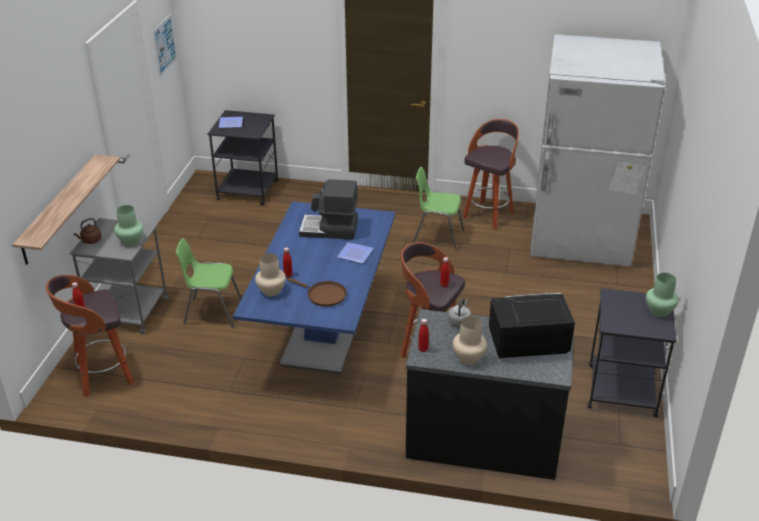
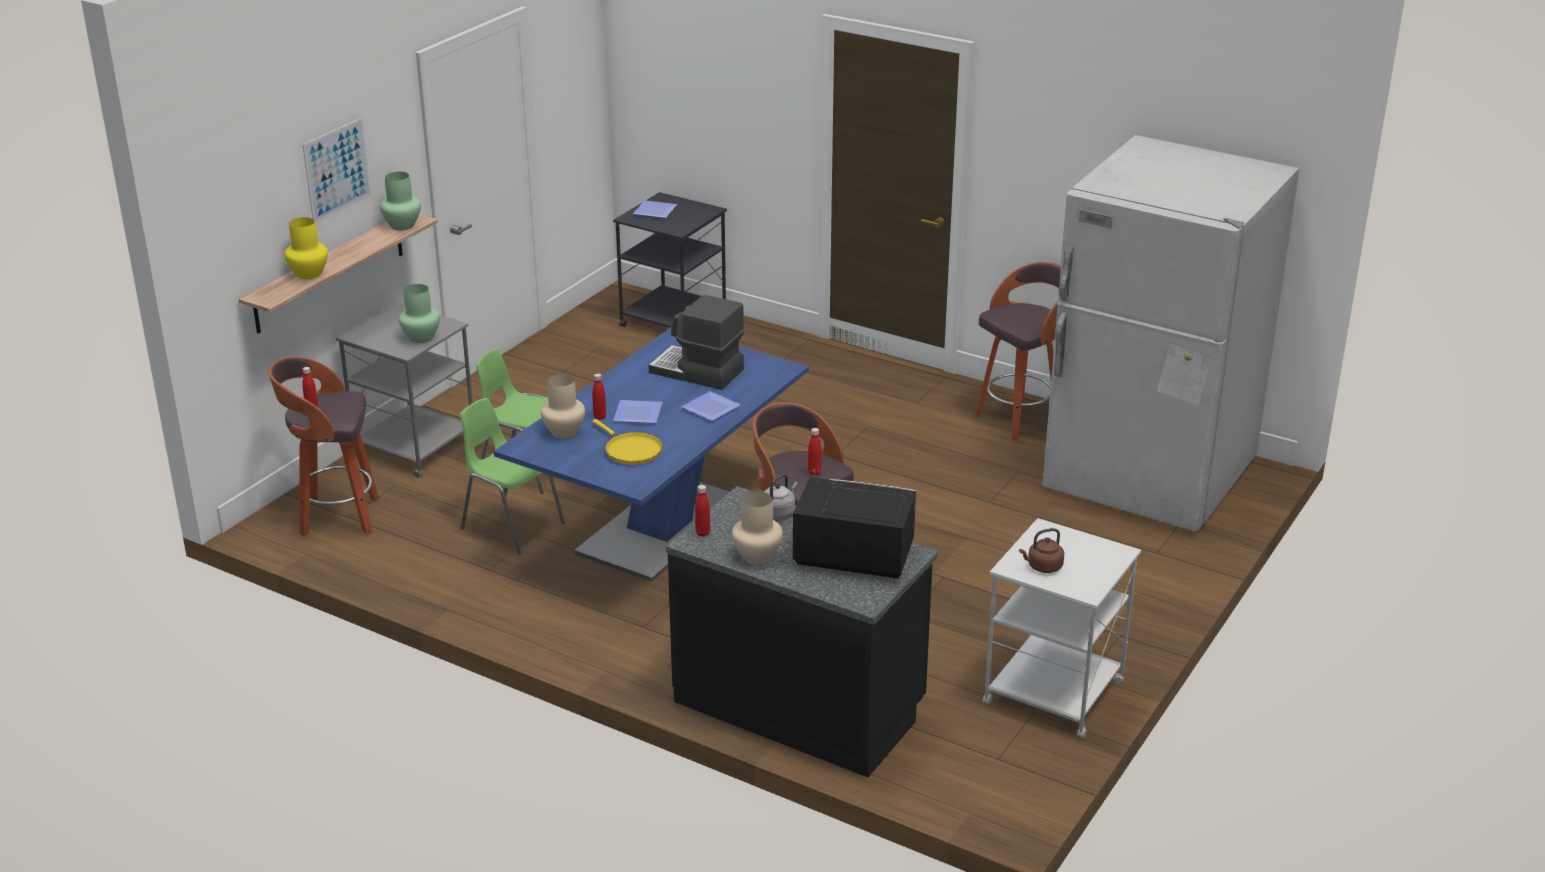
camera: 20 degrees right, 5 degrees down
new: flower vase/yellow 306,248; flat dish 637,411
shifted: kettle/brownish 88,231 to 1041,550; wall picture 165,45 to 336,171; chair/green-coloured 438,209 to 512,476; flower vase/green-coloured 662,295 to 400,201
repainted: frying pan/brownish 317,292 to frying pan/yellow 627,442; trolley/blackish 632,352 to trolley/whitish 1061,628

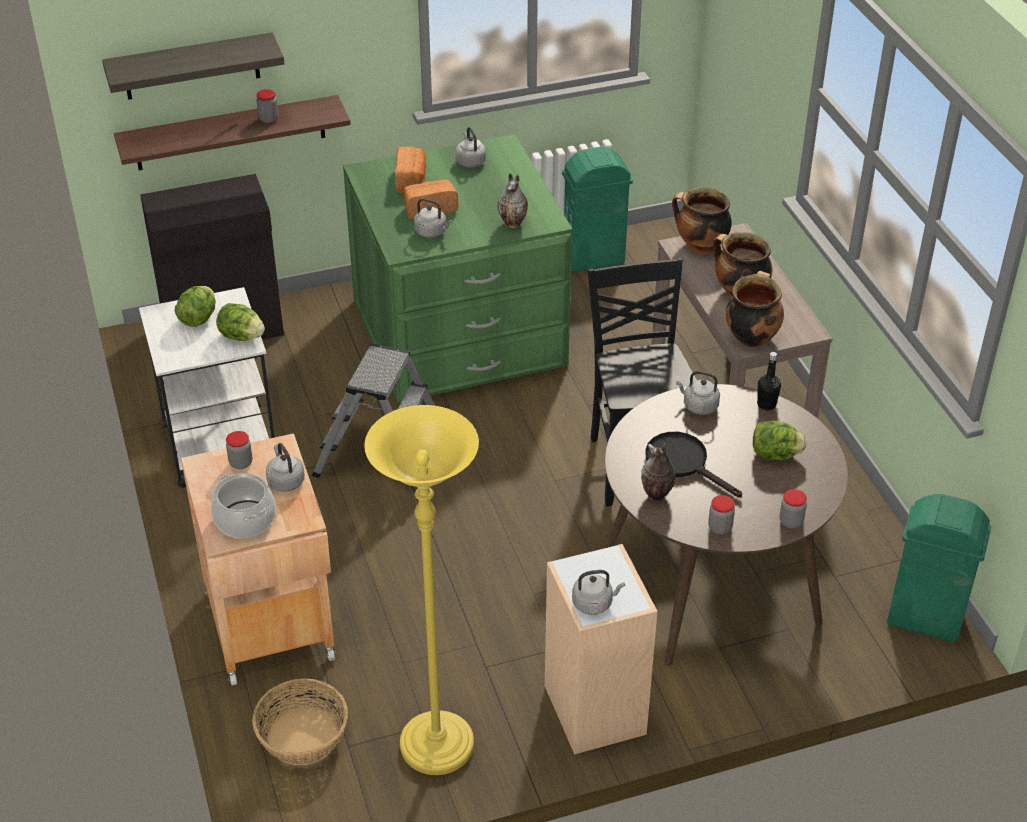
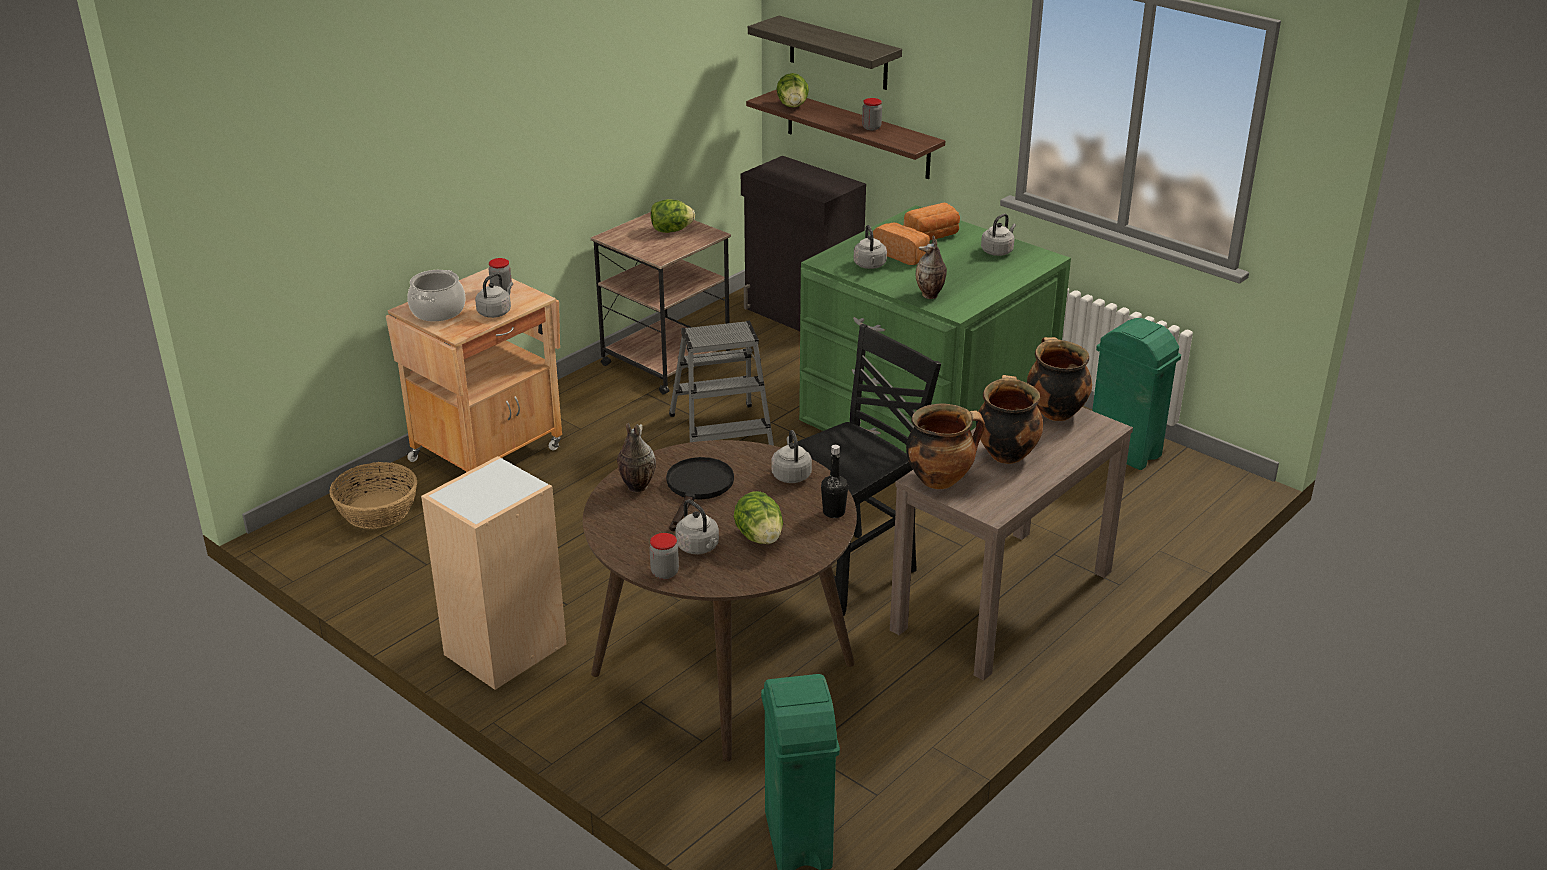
camera: 60 degrees right, 10 degrees down
gone: standing lamp/yellow 421,590; preserve jar 721,514
shifted: lettuce 240,322 to 793,90; kettle/grey 598,592 to 697,527
repainted: trolley/whitish 207,387 to trolley/brownish 661,303

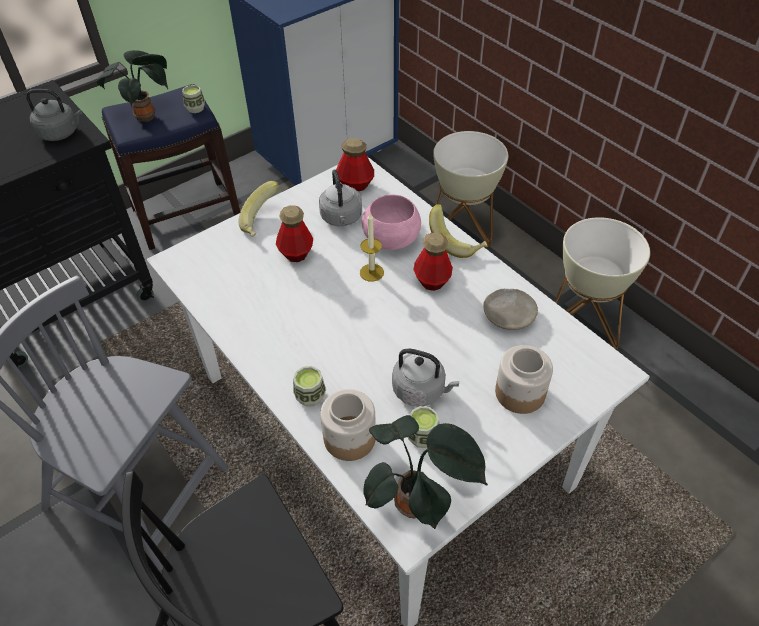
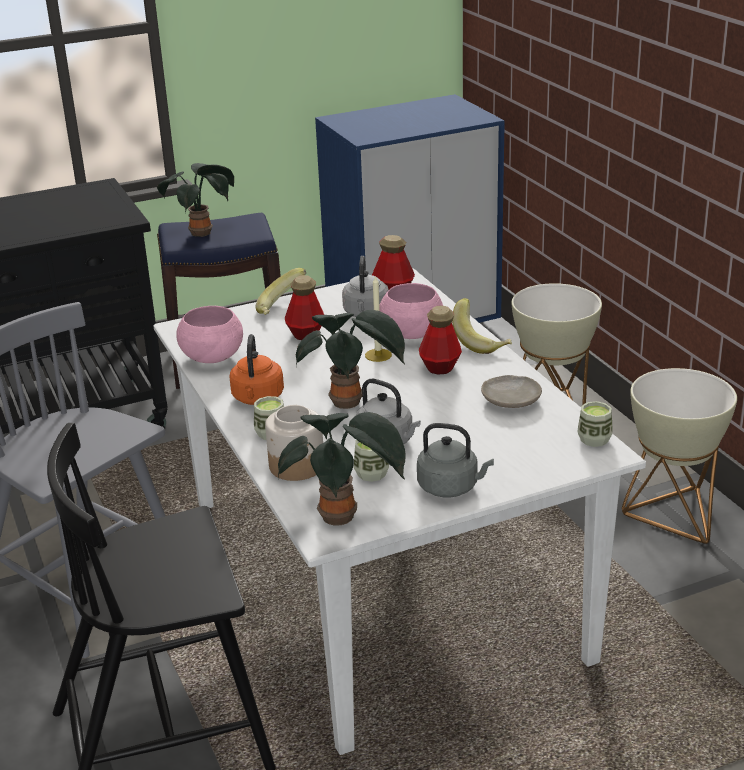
camera: 15 degrees right, 20 degrees down
gone: preserve jar 524,379
new: bowl/pink 209,334; kettle/orange 256,369; plant in a pot 350,359
shifted: kettle/grey 54,115 to 455,460; small cup 193,99 to 595,424

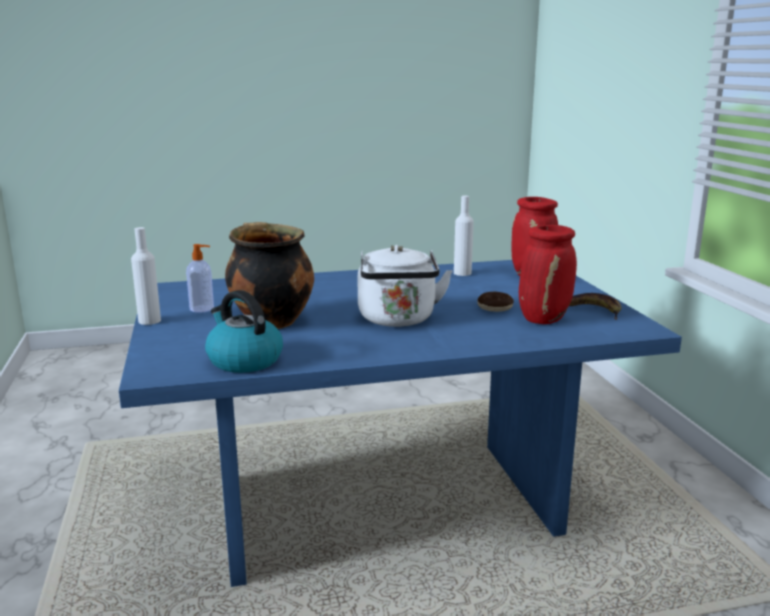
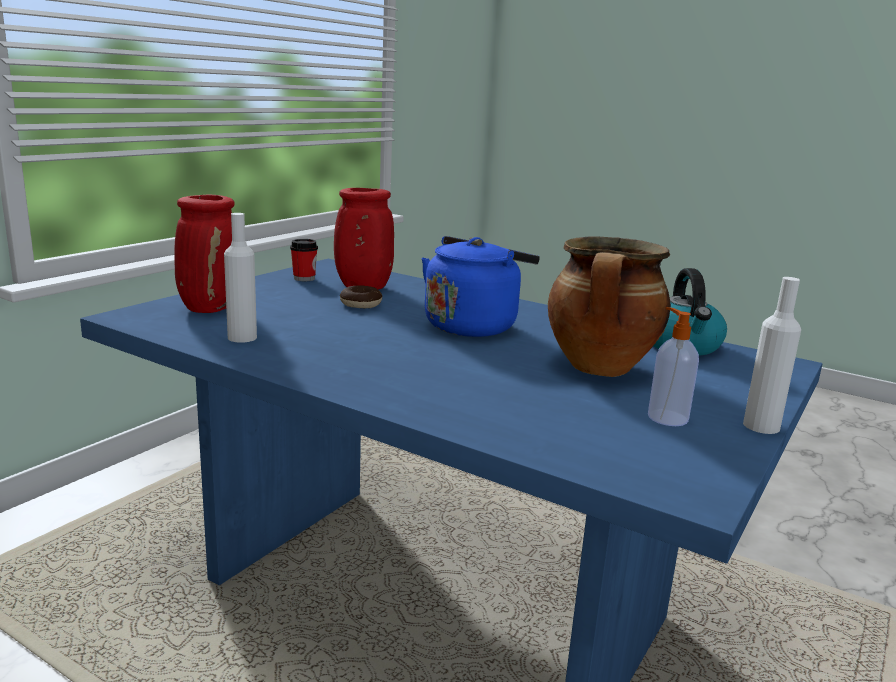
camera: 135 degrees left, 0 degrees up
swapped: whole banana 595,306 to small cup 304,260
repainted: kettle/whitish 404,286 to kettle/bluish 481,286

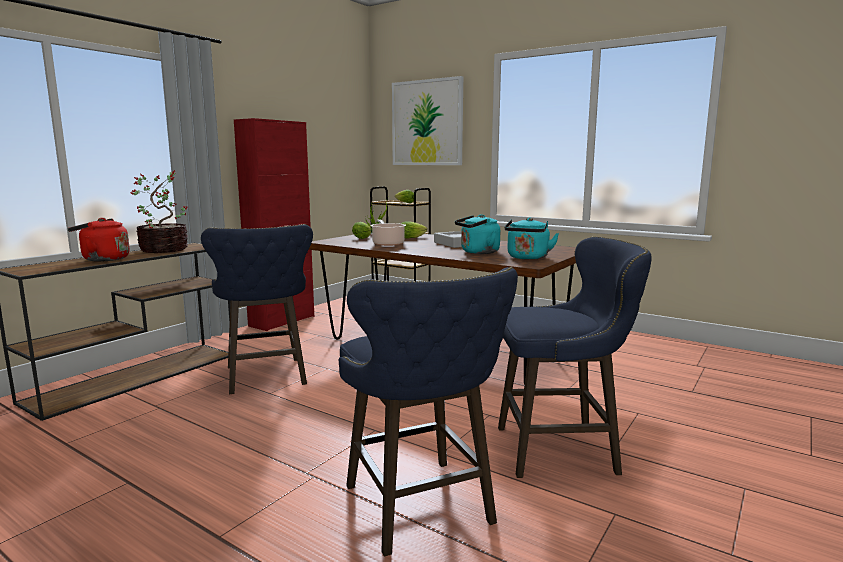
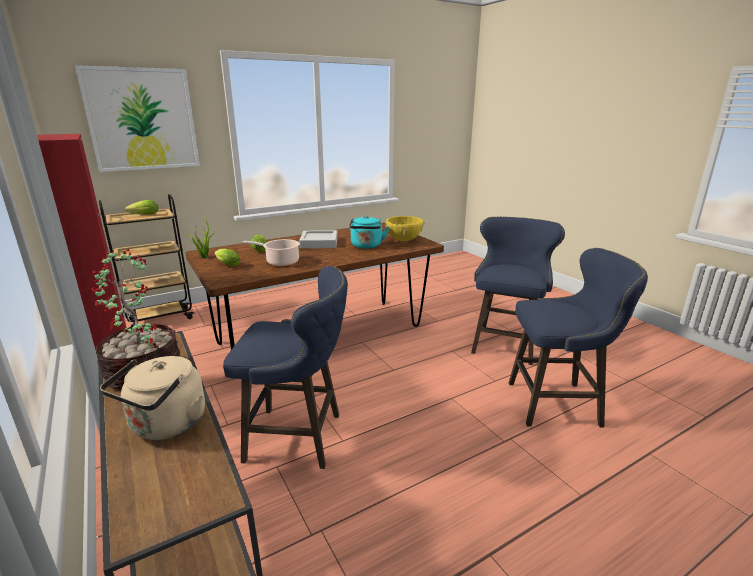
camera: 65 degrees left, 10 degrees up
swapped: kettle/turquoise 531,239 to stockpot/yellow 405,228
repainted: kettle/red 99,240 to kettle/sand-coloured 152,398

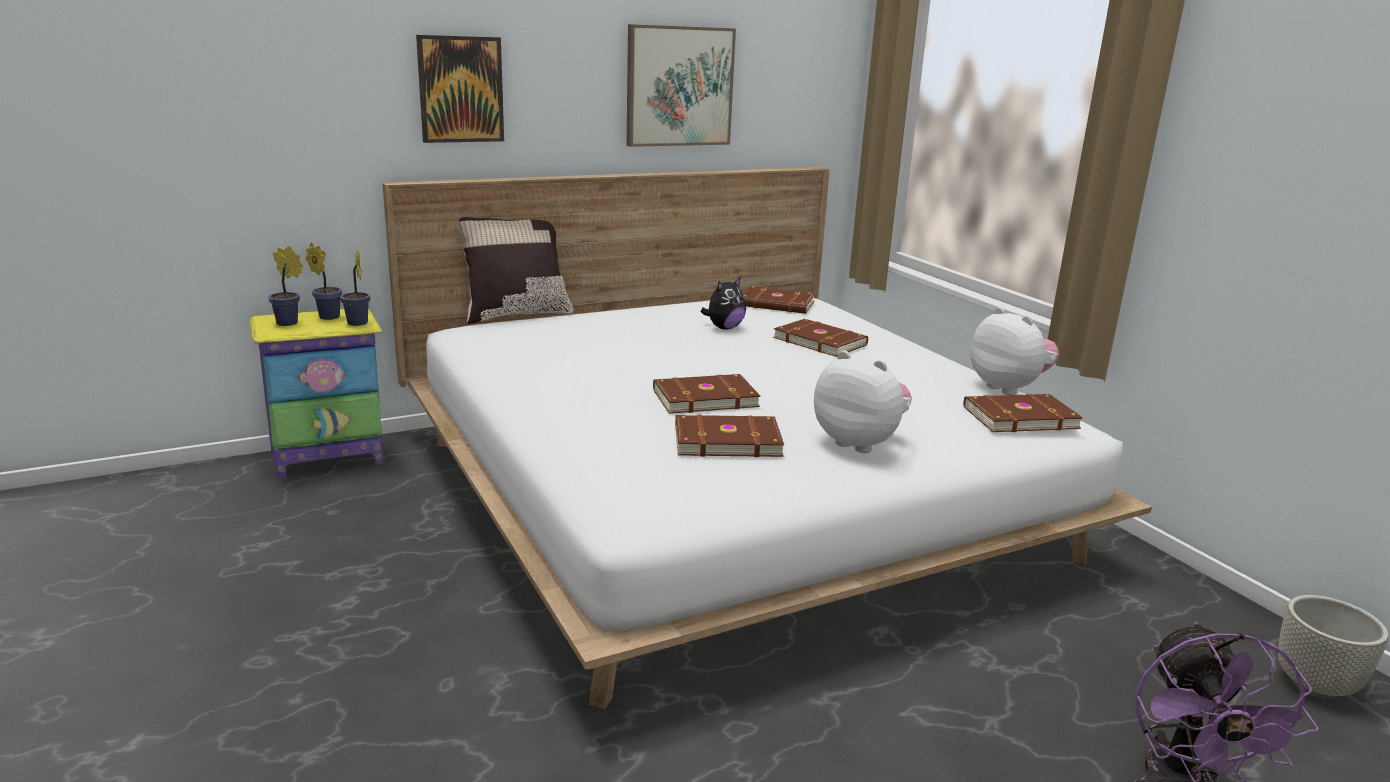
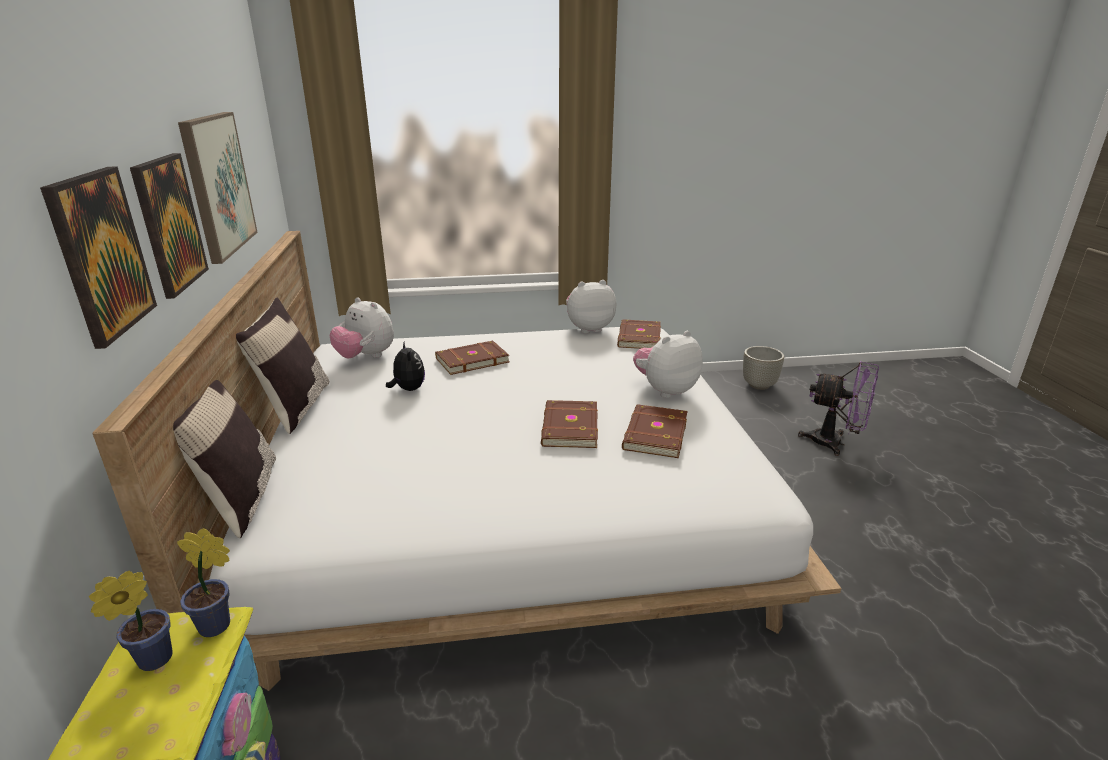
camera: 70 degrees left, 5 degrees up
gone: plant in a pot 285,286
new: wall picture 169,226; pillow 282,365
swapped: volume/brownish 779,300 to soft toy 362,328

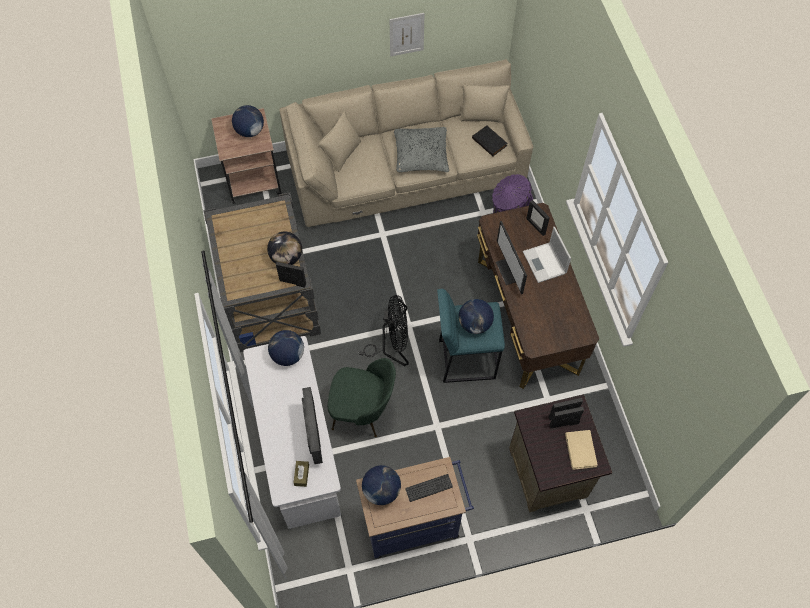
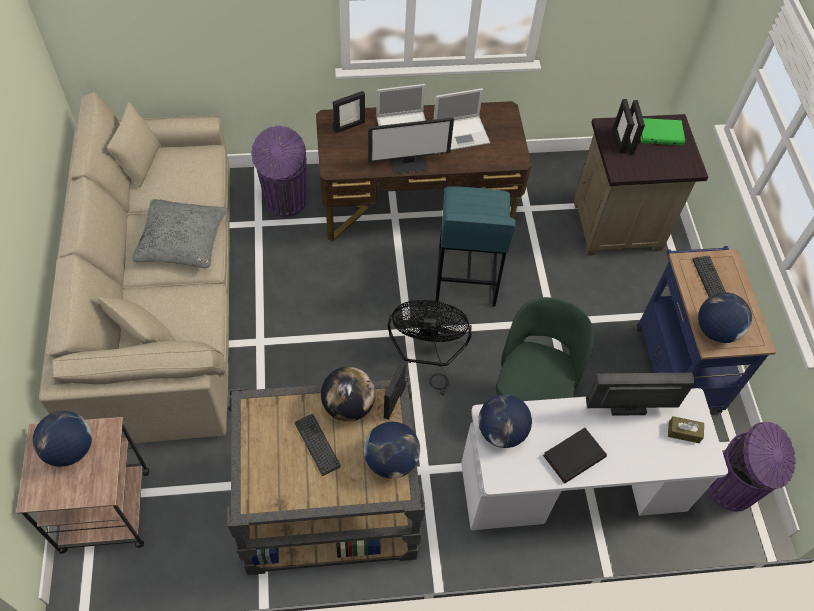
camera: 85 degrees left, 5 degrees down
gone: wall picture 407,34
new: PC keyboard 318,445; laptop 461,119; trash can/purple-coloured 752,466
shifted: globe 476,316 to 392,450; volume/blackish 490,140 to 575,455
repainted: volume/sand-coloured 581,450 to volume/green-coloured 662,131

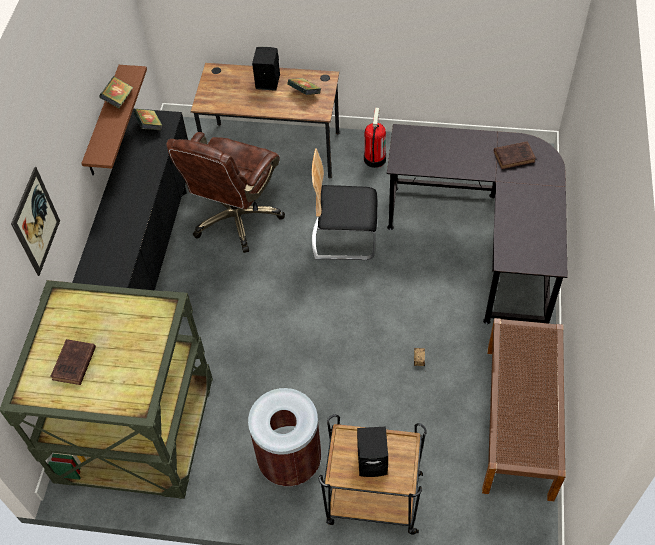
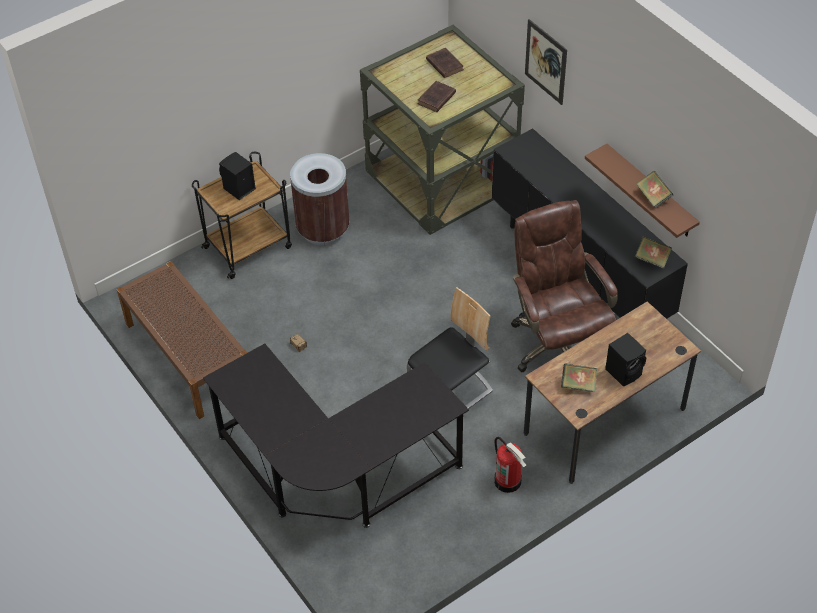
camera: 135 degrees right, 5 degrees down
shifted: volume/brownish 515,155 to 437,96

